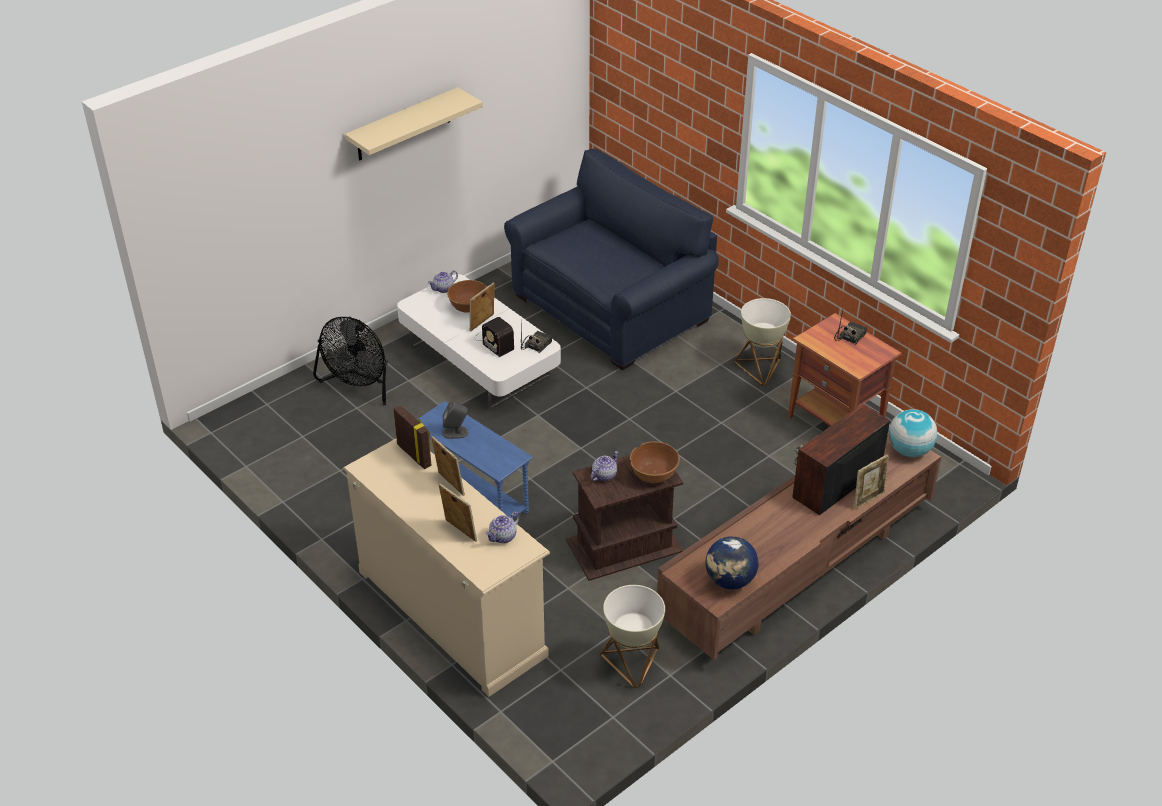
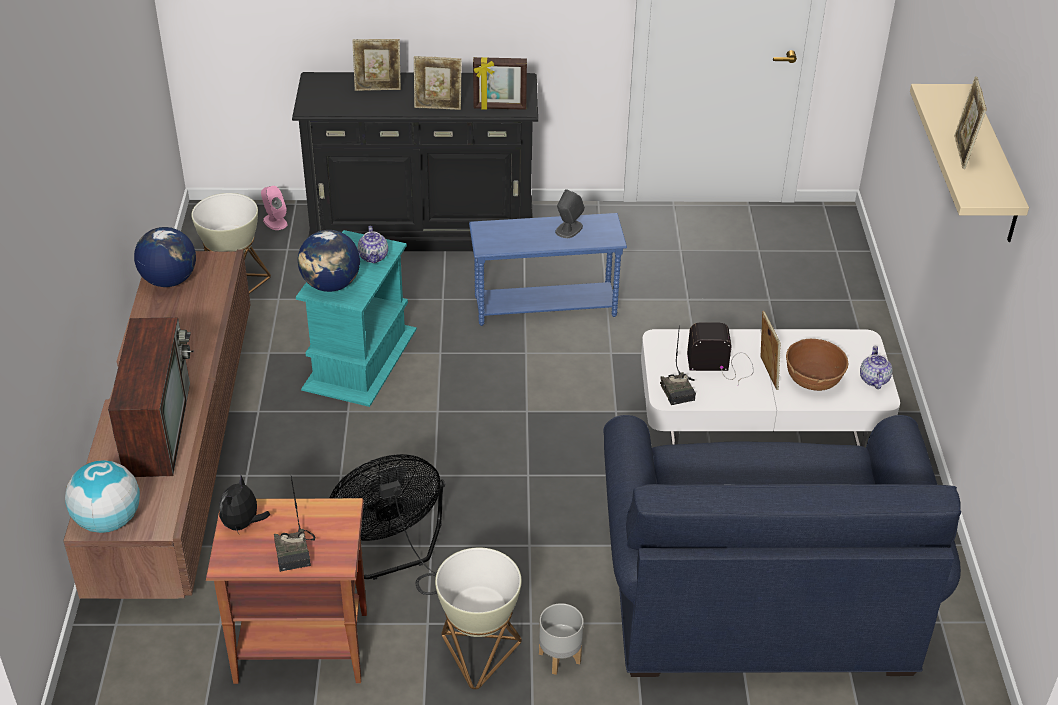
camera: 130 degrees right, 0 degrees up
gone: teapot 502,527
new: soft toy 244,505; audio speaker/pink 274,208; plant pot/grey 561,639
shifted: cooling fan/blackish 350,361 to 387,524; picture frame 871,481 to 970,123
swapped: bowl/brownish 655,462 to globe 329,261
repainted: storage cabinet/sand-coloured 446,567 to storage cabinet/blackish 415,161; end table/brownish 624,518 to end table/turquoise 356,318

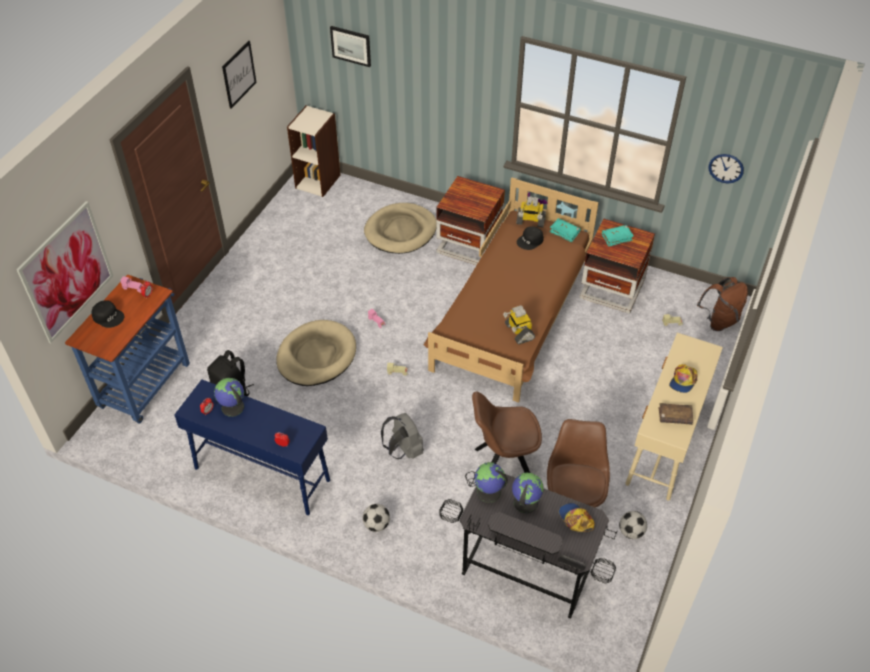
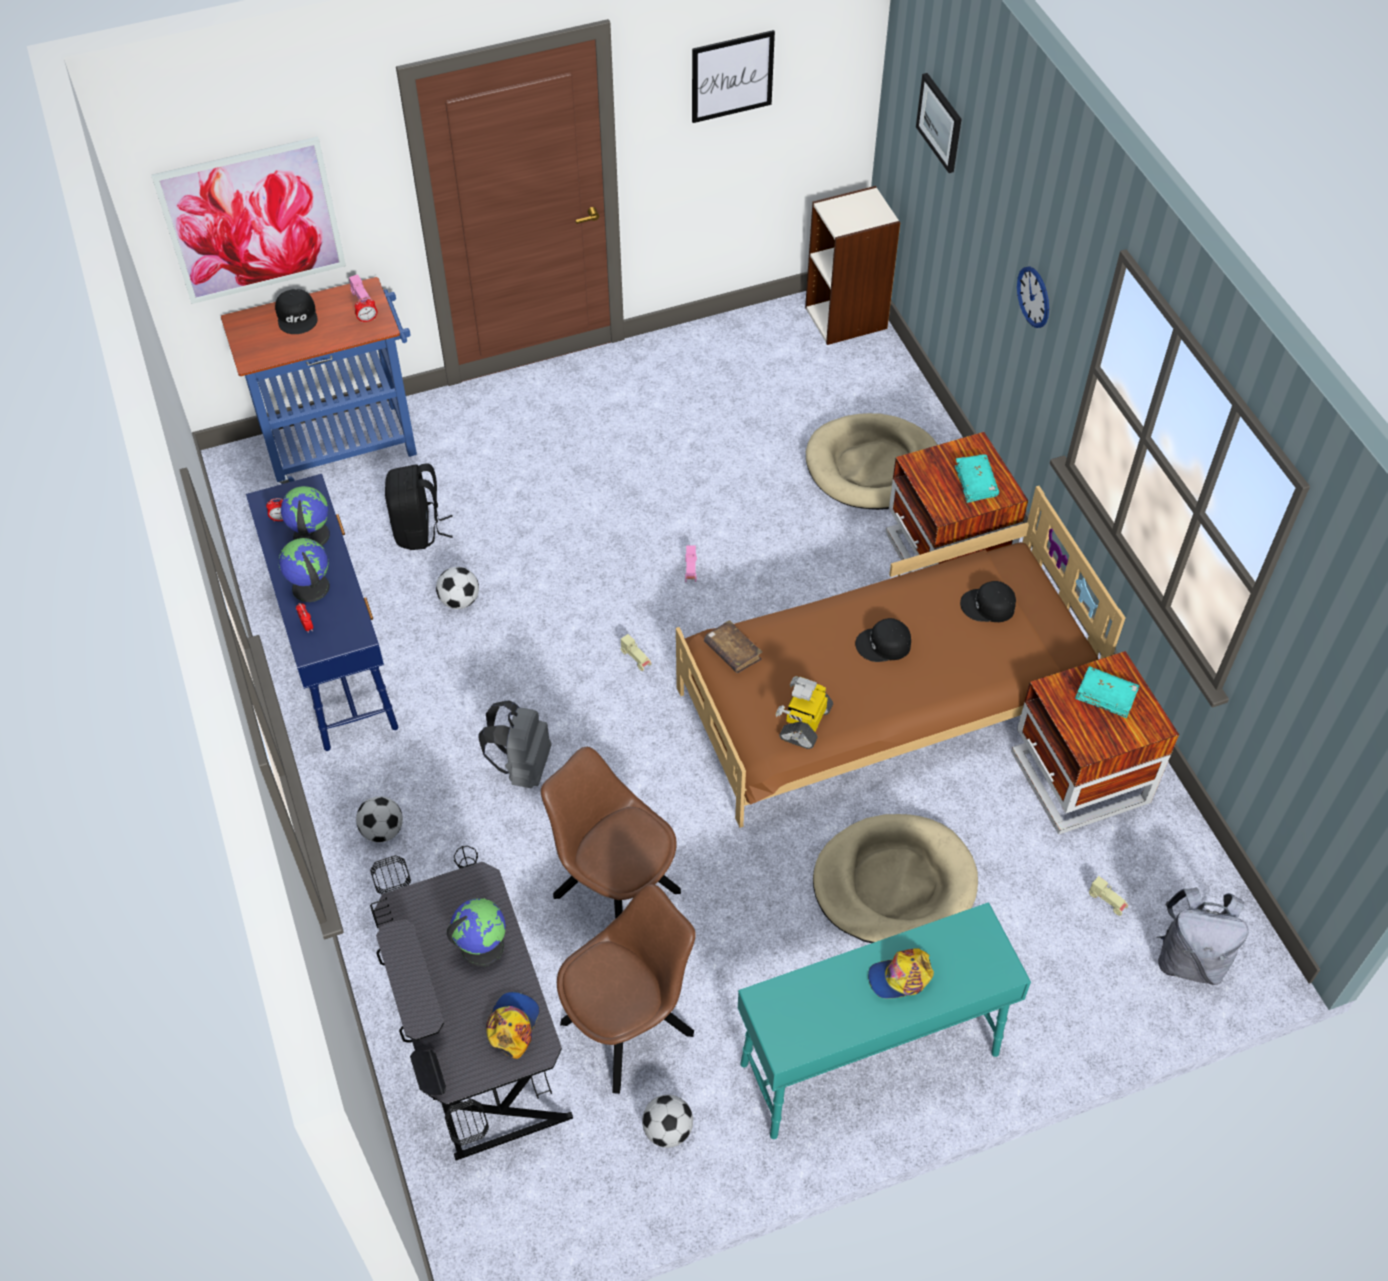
camera: 45 degrees right, 5 degrees up
gone: toy robot 531,212
new: ball for football 457,588; peaked cap/blackish 883,640
shifted: dog cushion/sand-coloured 316,353 to 895,878; globe 491,482 to 304,570; volume/turquoise 565,230 to 977,478; volume/brownish 676,414 to 733,646; clock on the wall 726,169 to 1033,297
repainted: narrow table/sand-coloured 674,417 to narrow table/turquoise 884,1021; knapsack/brownish 722,304 to knapsack/grey 1202,936

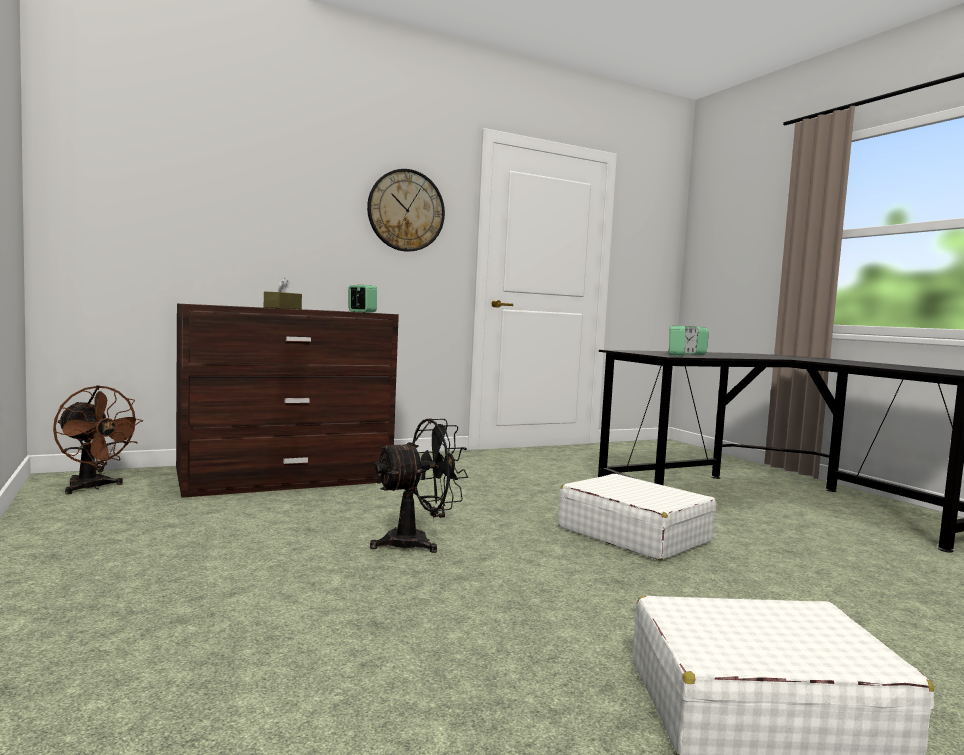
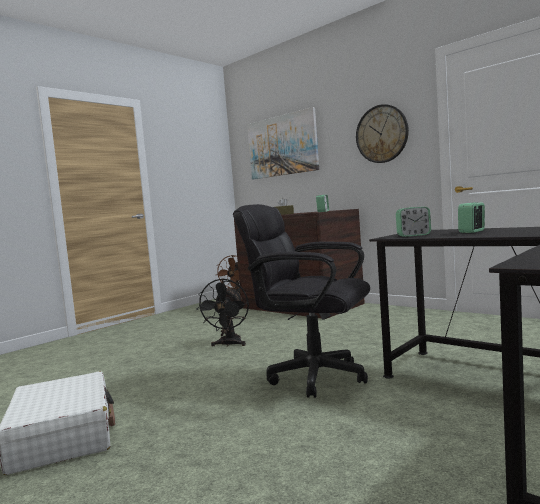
camera: 70 degrees right, 0 degrees up
new: wall picture 283,143
swapped: piece of luggage/whitish 637,517 to office chair/blackish 301,301
rotated: cooling fan/blackish 419,485 = 222,312 60 degrees clockwise

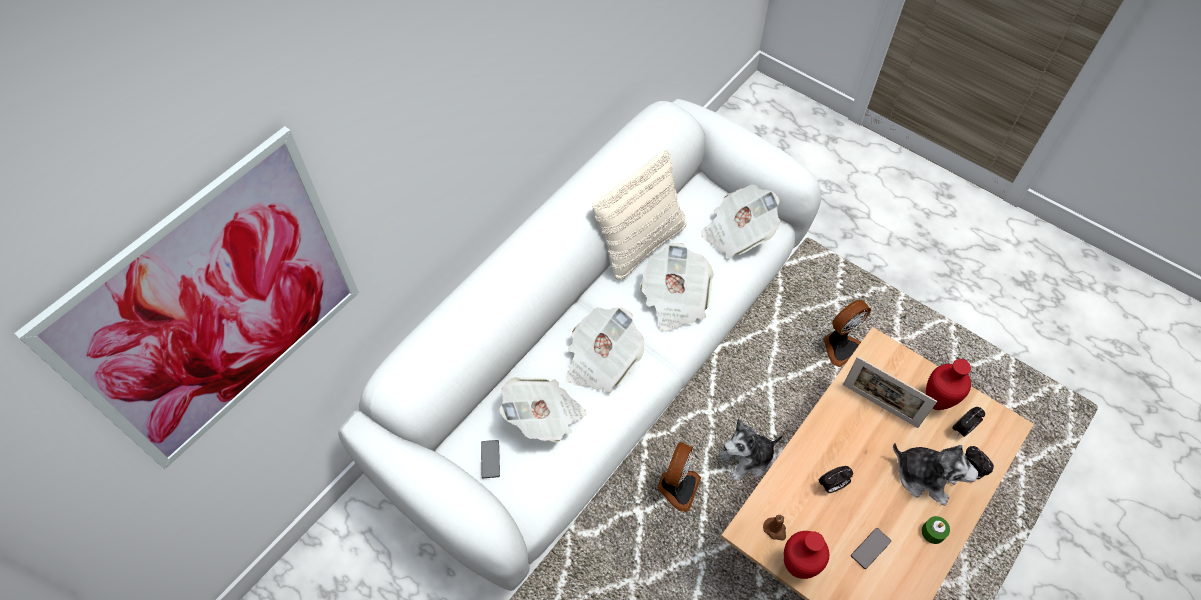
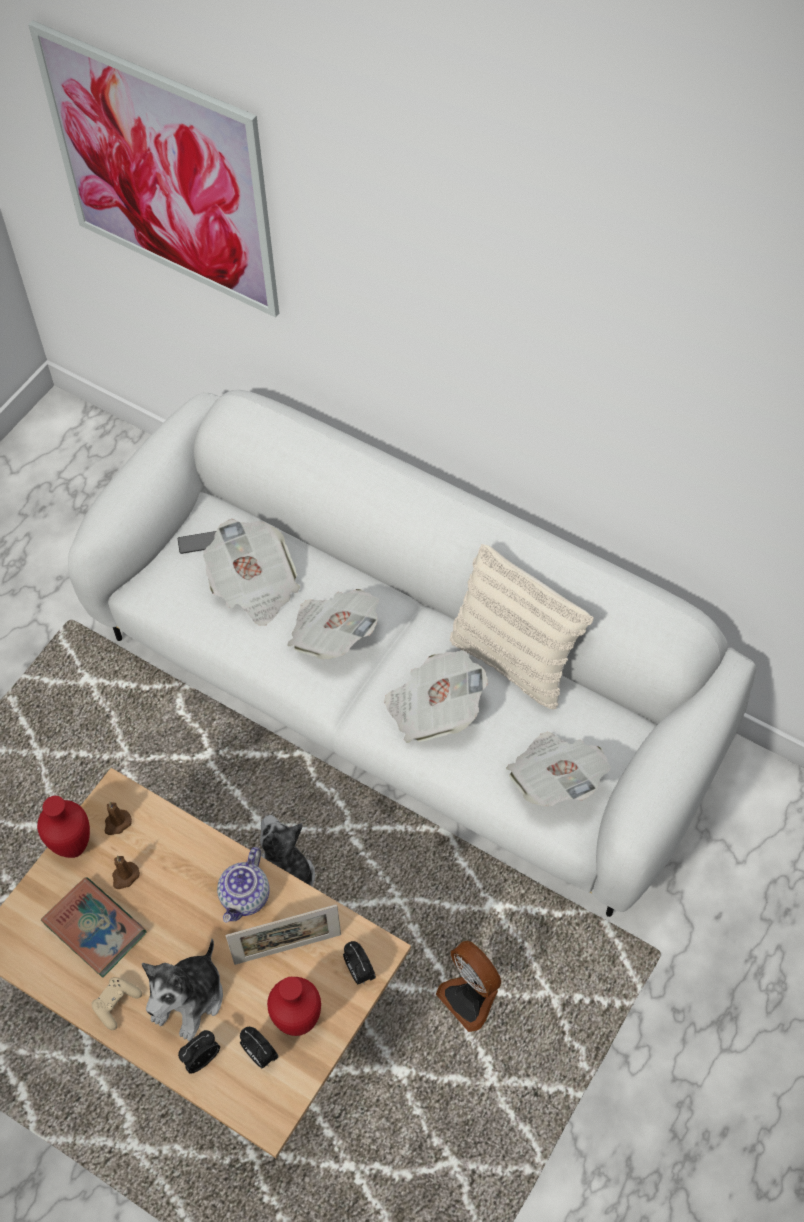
camera: 85 degrees right, 0 degrees up
gone: cooling fan 679,477
new: wax light/brownish 126,872; teapot 243,885
shifted: alarm clock 835,479 to 359,962
swapped: phone 871,548 to volume 93,927; wax light/green-coloured 936,530 to game controller/sand-coloured 117,1003
rotated: picture frame 890,392 = 283,934 135 degrees counterclockwise

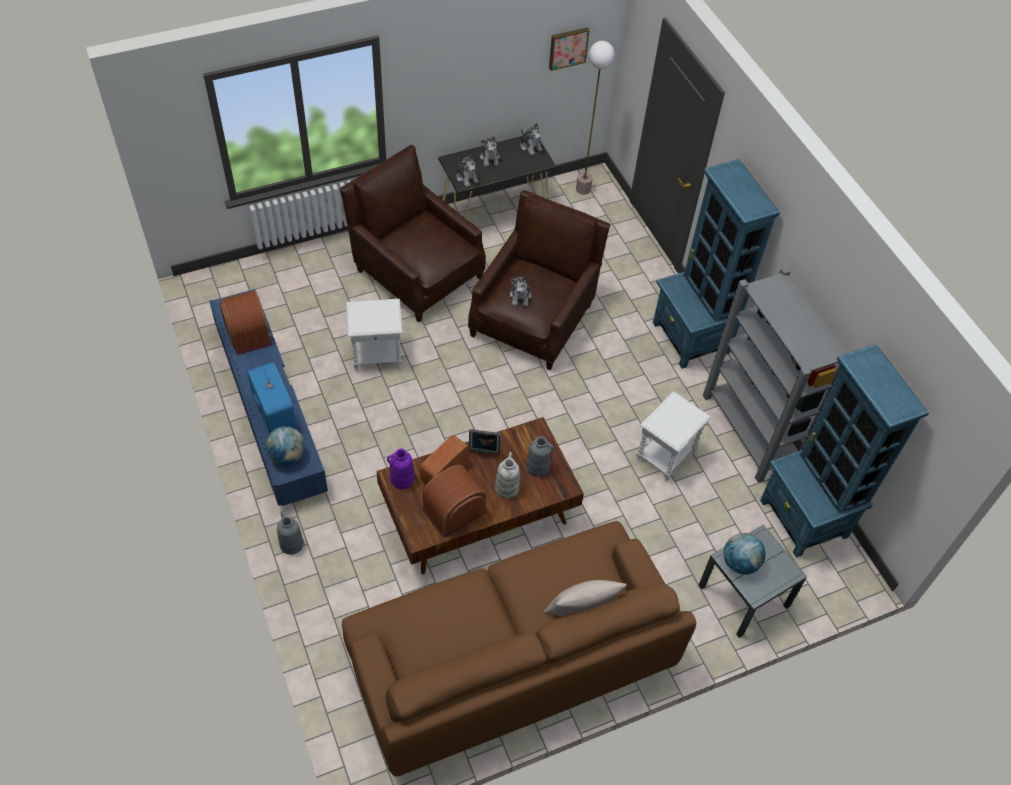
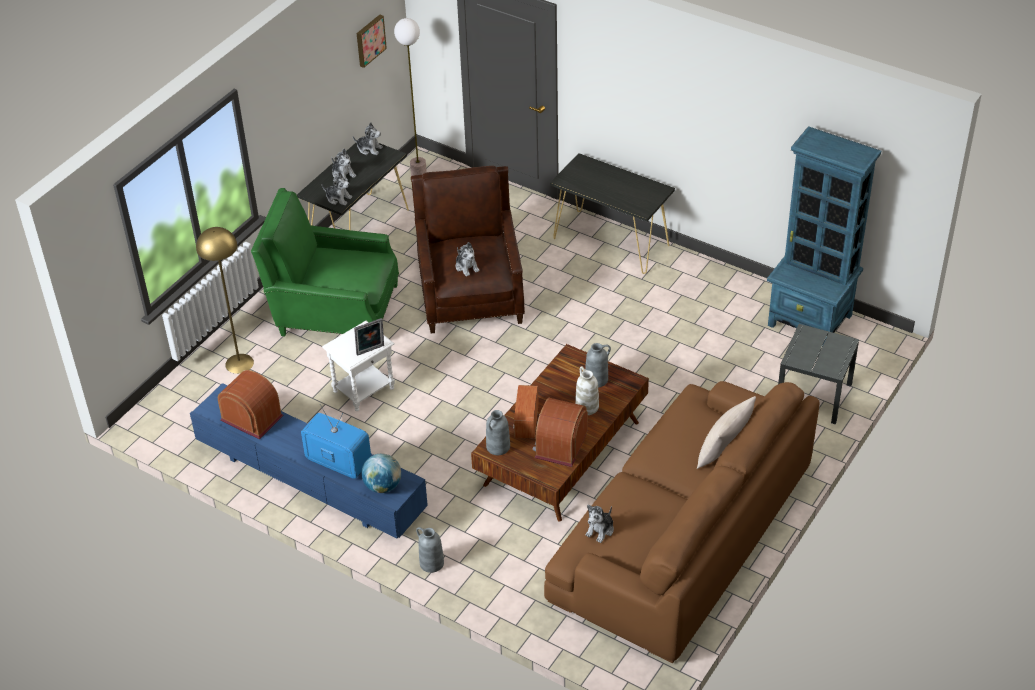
camera: 30 degrees left, 10 degrees down
gone: end table/whitish 673,436; shelving unit/grey 776,375; globe 745,554
new: standing lamp/yellow 225,300; soft toy 599,524
shifted: picture frame 485,442 to 369,337
swapped: storage cabinet/bluish 716,264 to narrow table/blackish 612,213
repainted: lounge chair/brownish 413,233 to lounge chair/green-coloured 325,262; flower vase/purple-coloured 401,469 to flower vase/grey 498,432

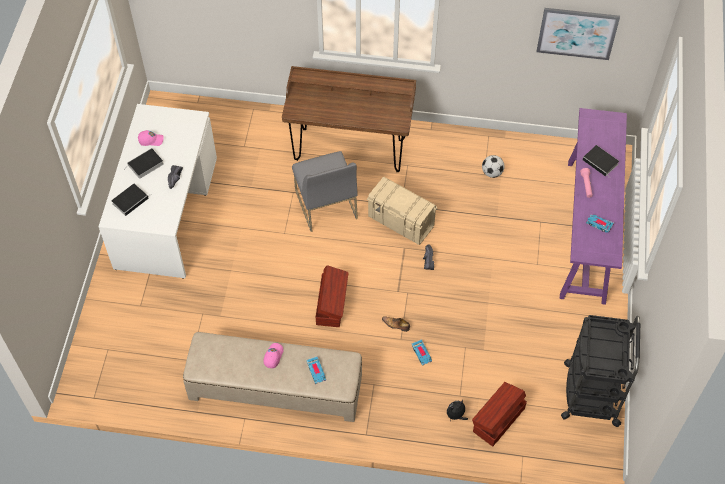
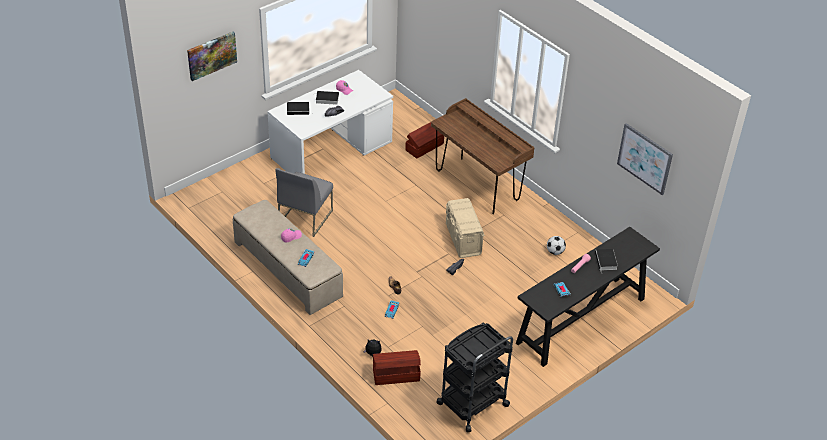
camera: 40 degrees right, 15 degrees down
new: wall picture 212,56
shifted: chair/grey 325,191 to 304,202; storage container/brownish 332,296 to 424,140
repainted: narrow table/purple-coloured 593,206 to narrow table/blackish 588,297

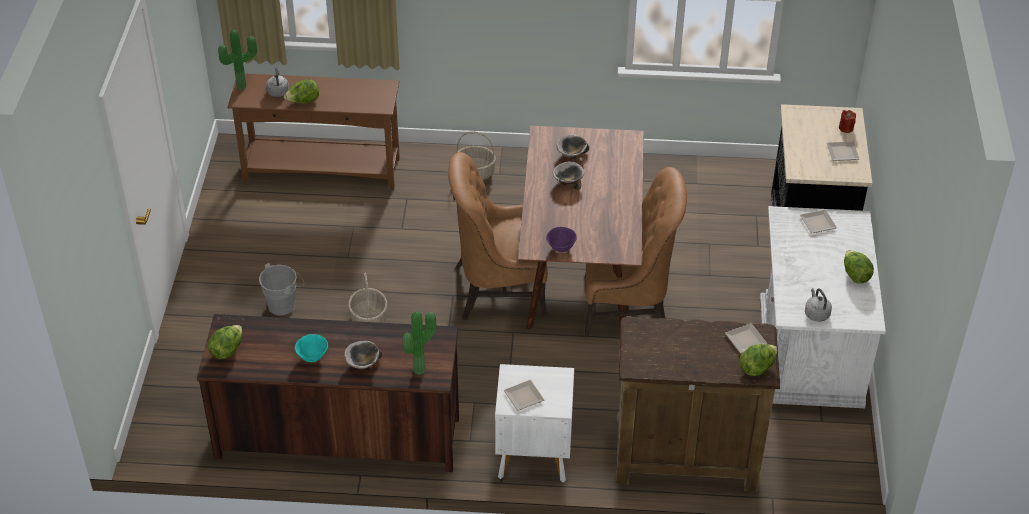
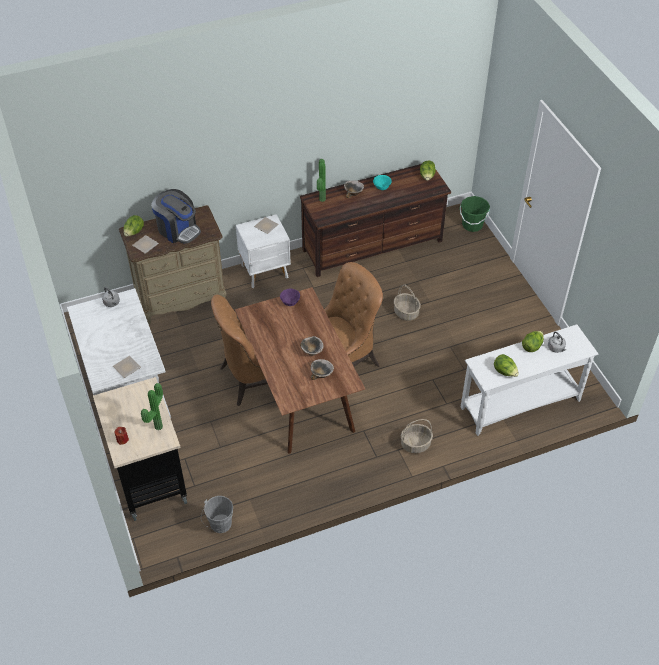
camera: 155 degrees right, 5 degrees up
gone: flat dish 843,151
new: coffee maker 176,216; water bucket/green-coloured 475,214
shifted: plant in a pot 237,60 to 152,406; water bucket/grey 281,289 to 217,514; lettuce 859,267 to 506,365
repainted: narrow table/brownish 314,132 to narrow table/whitish 529,380

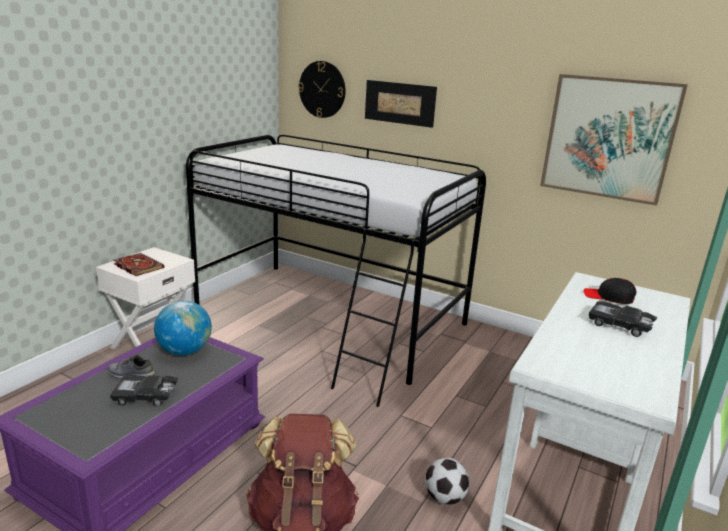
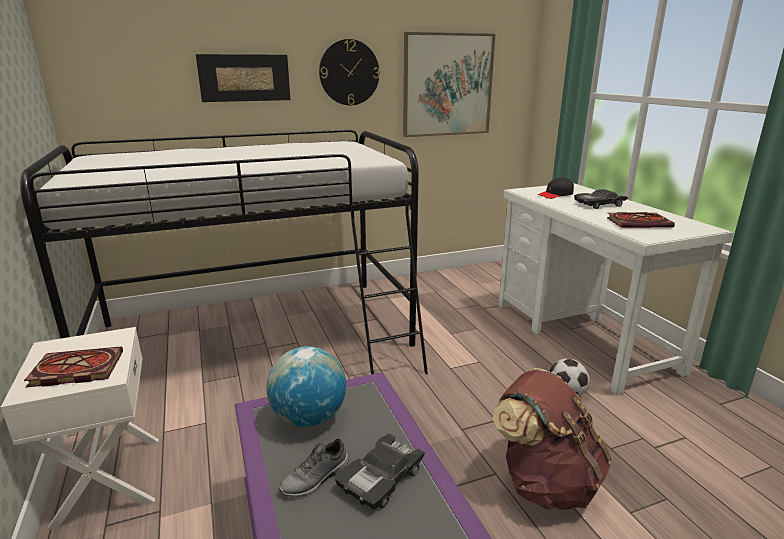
camera: 50 degrees left, 0 degrees up
new: volume 641,220
shifted: clock on the wall 321,89 to 349,72

